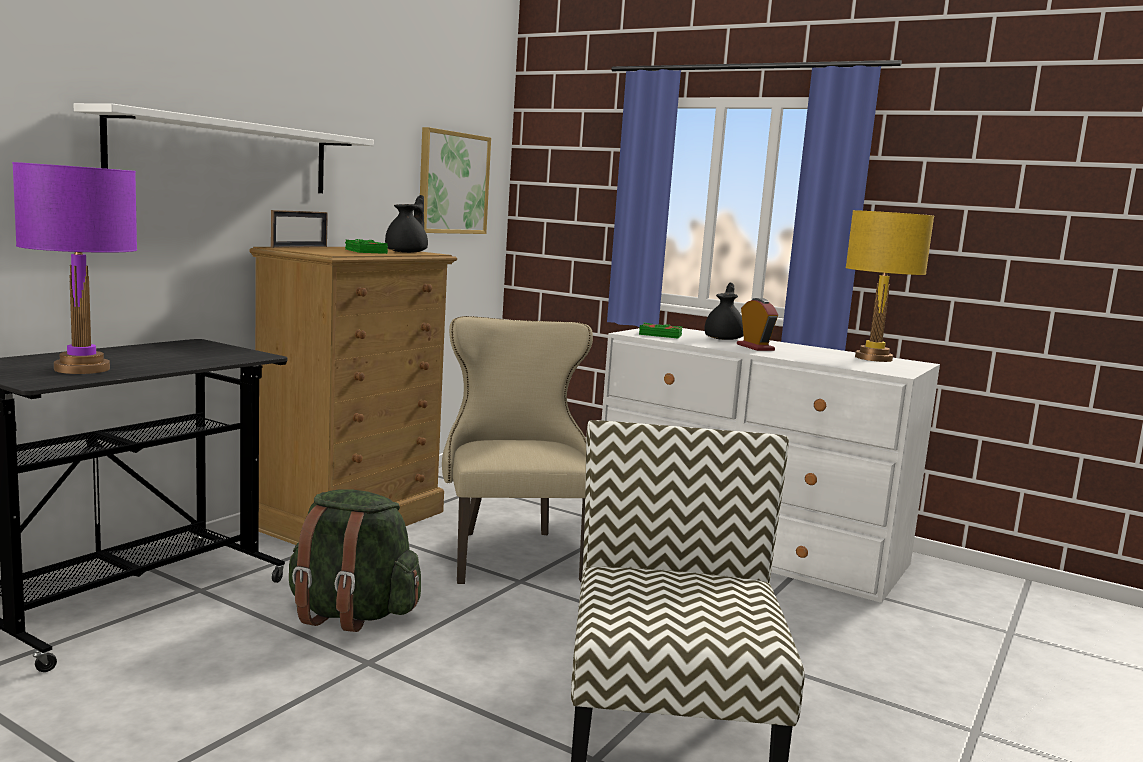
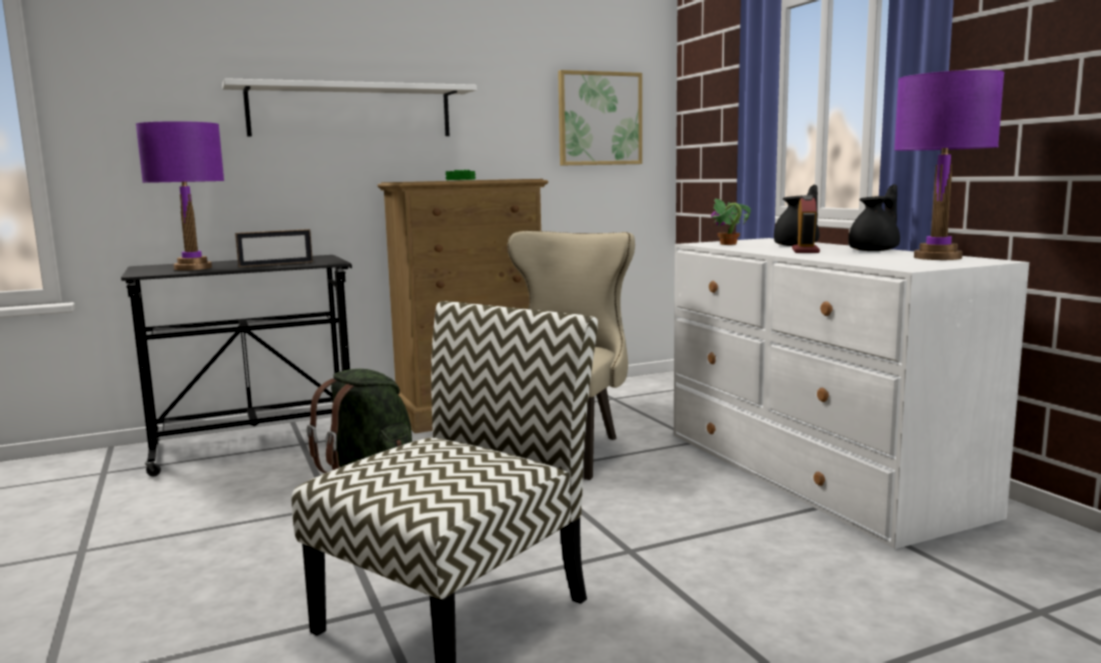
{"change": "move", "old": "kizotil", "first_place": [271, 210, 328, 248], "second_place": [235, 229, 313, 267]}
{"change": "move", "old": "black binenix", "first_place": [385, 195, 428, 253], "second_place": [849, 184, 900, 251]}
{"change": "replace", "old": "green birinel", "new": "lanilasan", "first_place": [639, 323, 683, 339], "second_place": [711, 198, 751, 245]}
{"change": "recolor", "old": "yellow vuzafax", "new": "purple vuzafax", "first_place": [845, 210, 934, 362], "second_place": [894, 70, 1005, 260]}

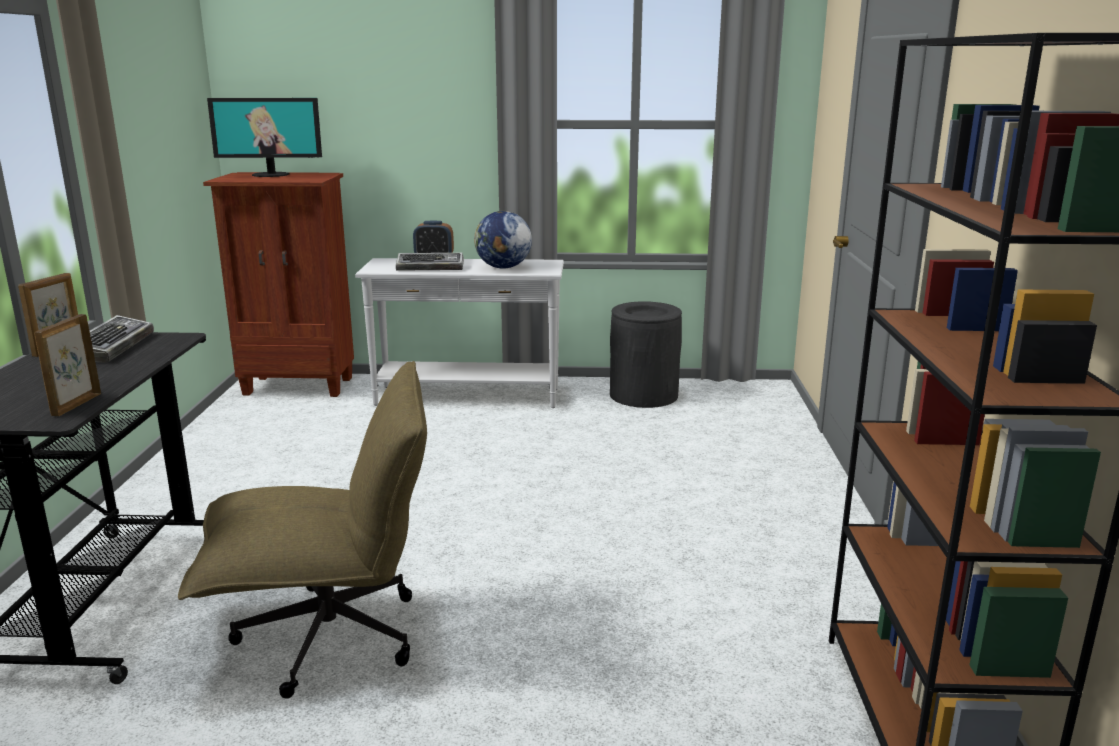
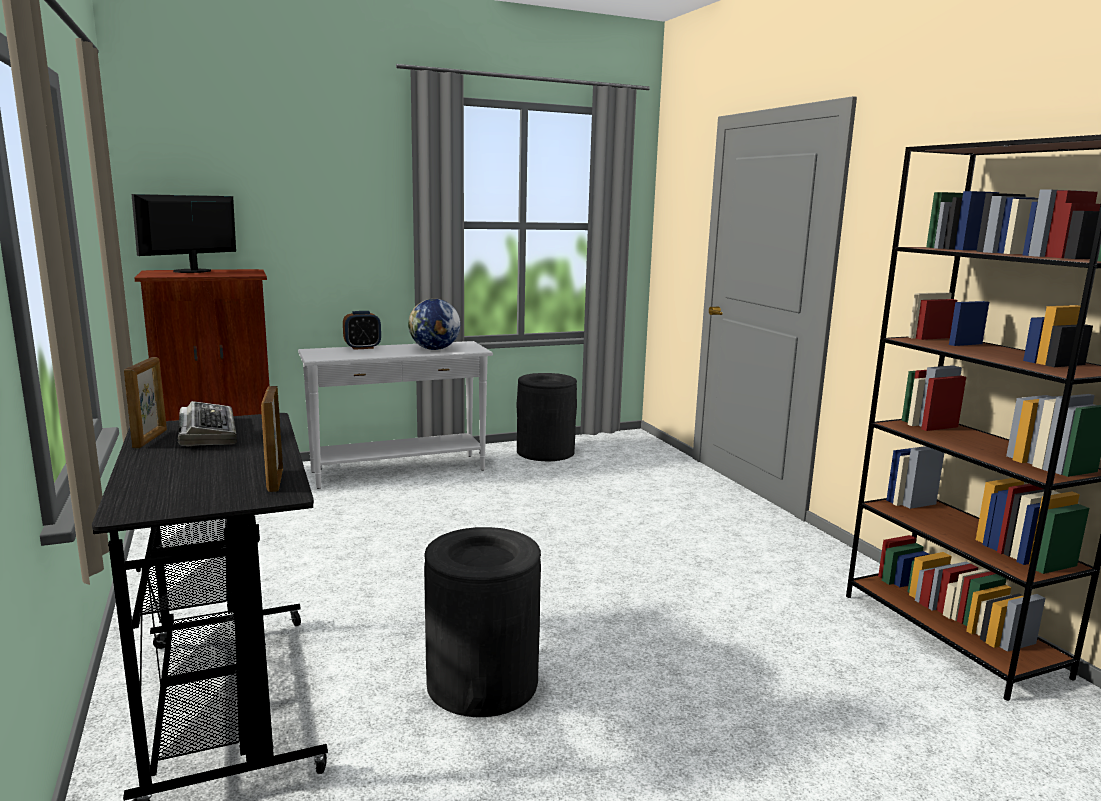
{"change": "replace", "old": "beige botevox", "new": "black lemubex", "first_place": [178, 361, 427, 699], "second_place": [424, 527, 541, 717]}
{"change": "rotate", "old": "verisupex", "first_place": [207, 98, 322, 177], "second_place": [132, 194, 236, 273], "degrees": 150}
{"change": "delete", "old": "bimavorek", "first_place": [396, 253, 464, 271]}

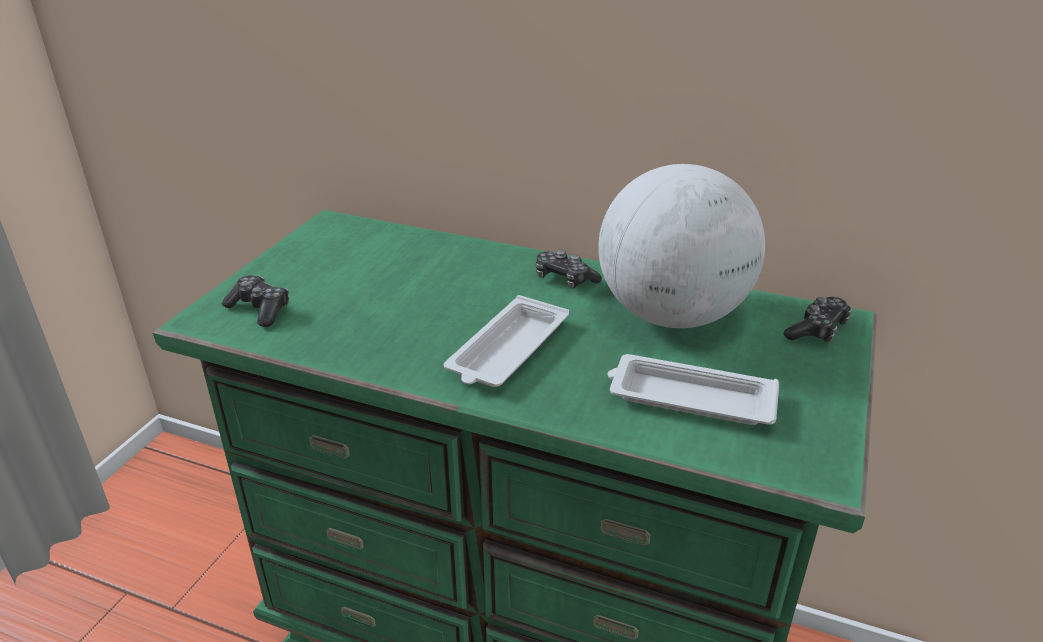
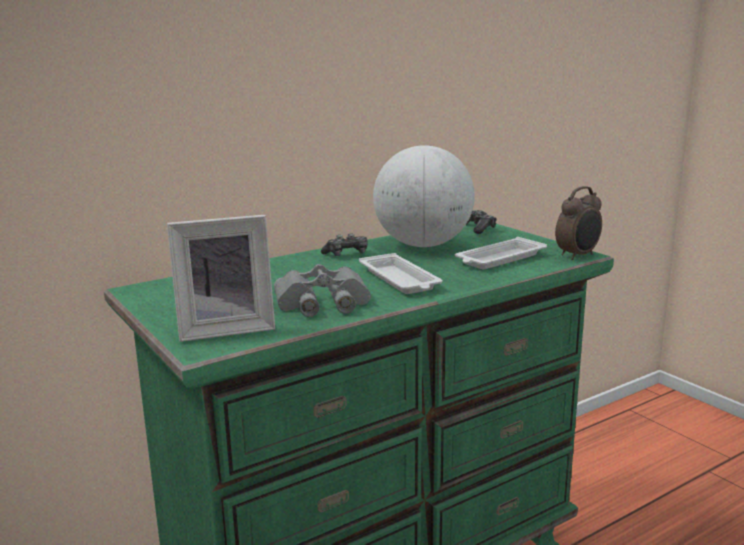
{"change": "replace", "old": "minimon", "new": "kizotil", "first_place": [222, 275, 289, 327], "second_place": [167, 215, 275, 342]}
{"change": "insert", "new": "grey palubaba", "second_place": [274, 264, 371, 317]}
{"change": "insert", "new": "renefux", "second_place": [555, 186, 602, 260]}

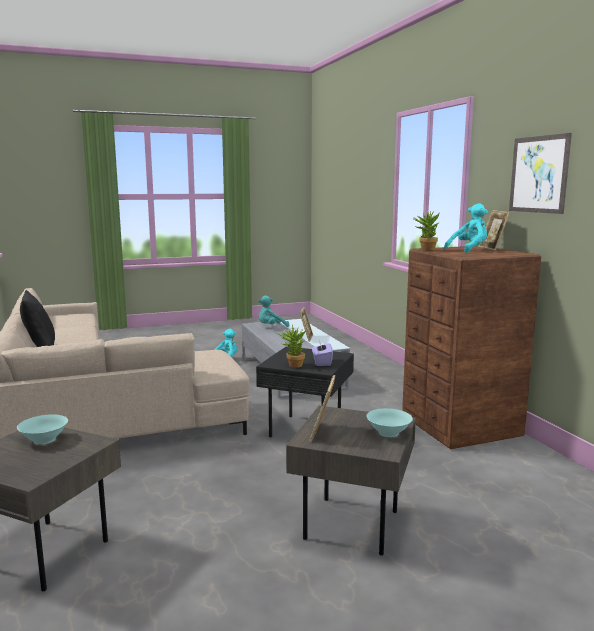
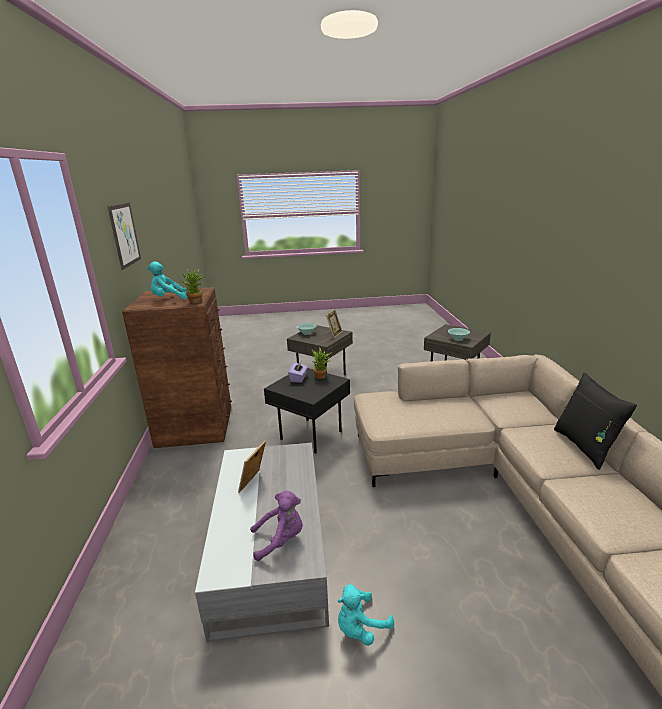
{"change": "recolor", "old": "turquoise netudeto", "new": "purple netudeto", "first_place": [258, 295, 289, 327], "second_place": [250, 491, 303, 561]}
{"change": "delete", "old": "kizotil", "first_place": [478, 210, 510, 251]}

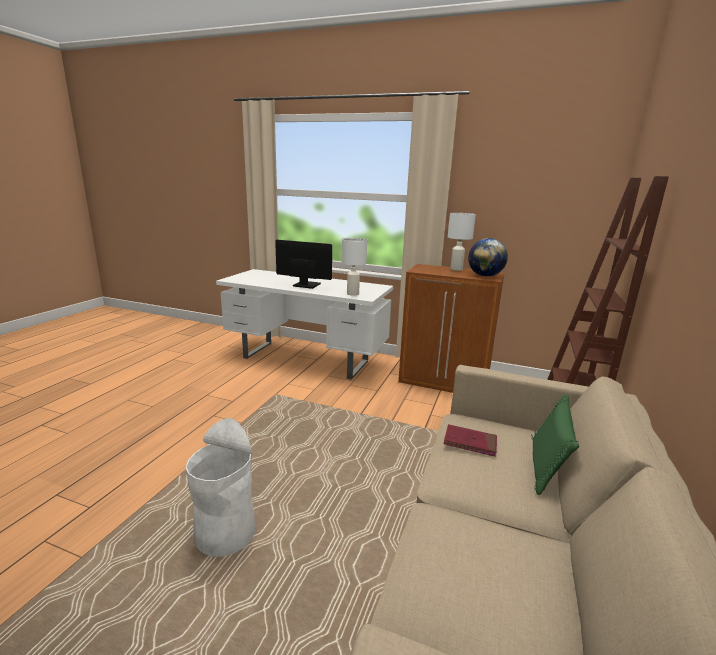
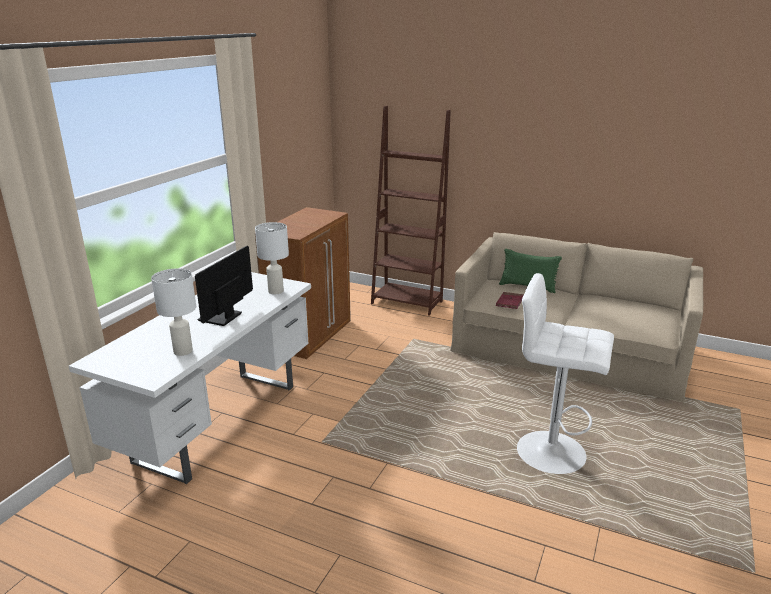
{"change": "replace", "old": "white lemubex", "new": "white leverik", "first_place": [186, 418, 255, 557], "second_place": [517, 273, 614, 474]}
{"change": "move", "old": "white vuzafax", "first_place": [448, 213, 476, 271], "second_place": [151, 268, 196, 356]}
{"change": "delete", "old": "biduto", "first_place": [468, 238, 508, 277]}

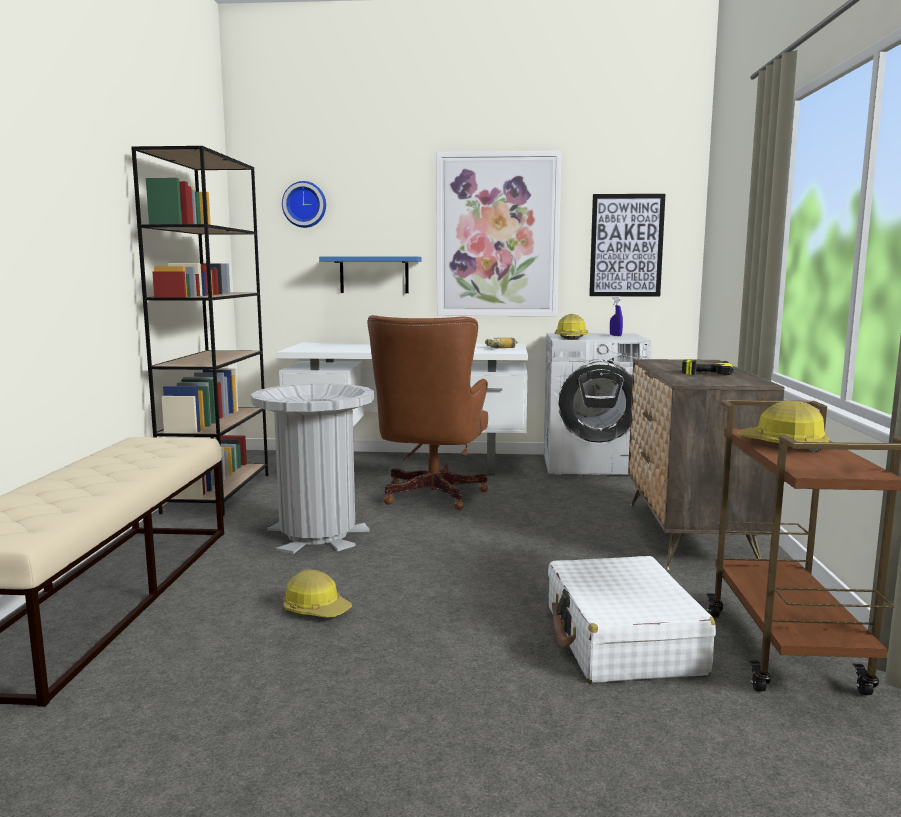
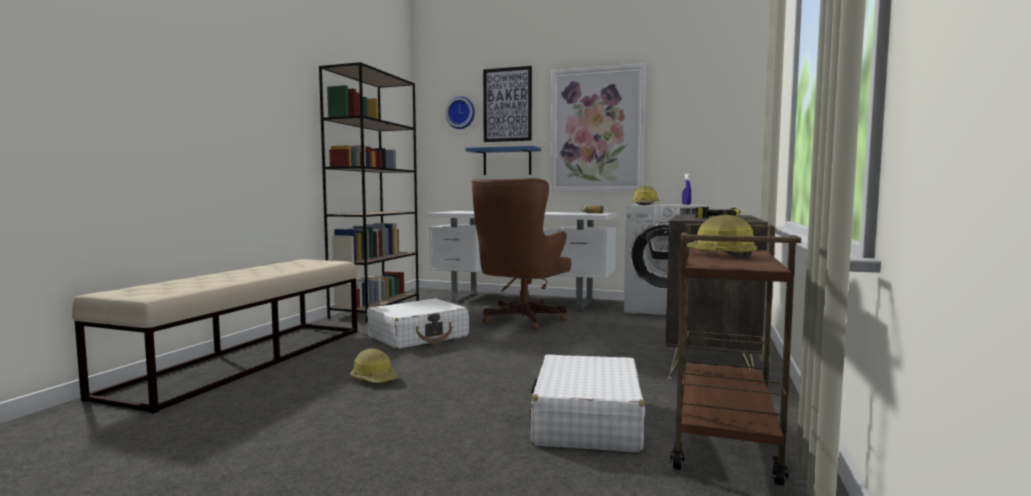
{"change": "replace", "old": "grey lemubex", "new": "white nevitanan", "first_place": [251, 384, 374, 554], "second_place": [367, 299, 469, 349]}
{"change": "move", "old": "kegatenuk", "first_place": [589, 194, 665, 296], "second_place": [483, 66, 532, 142]}

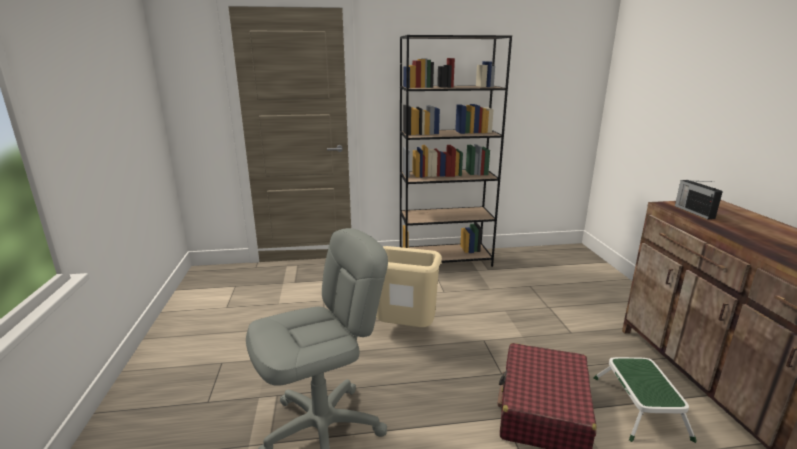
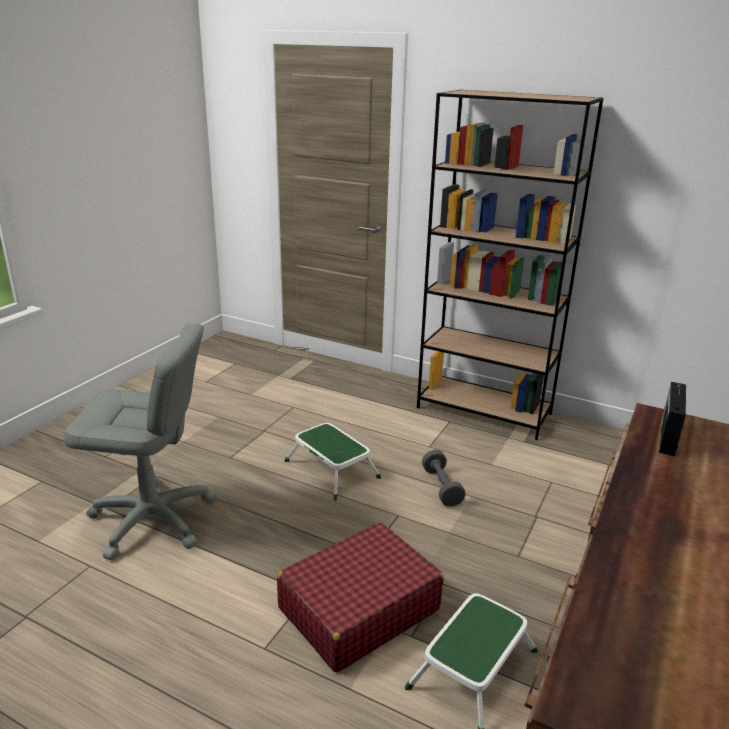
{"change": "replace", "old": "beige lemubex", "new": "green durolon", "first_place": [376, 246, 442, 327], "second_place": [284, 423, 381, 500]}
{"change": "insert", "new": "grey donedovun", "second_place": [422, 450, 466, 507]}

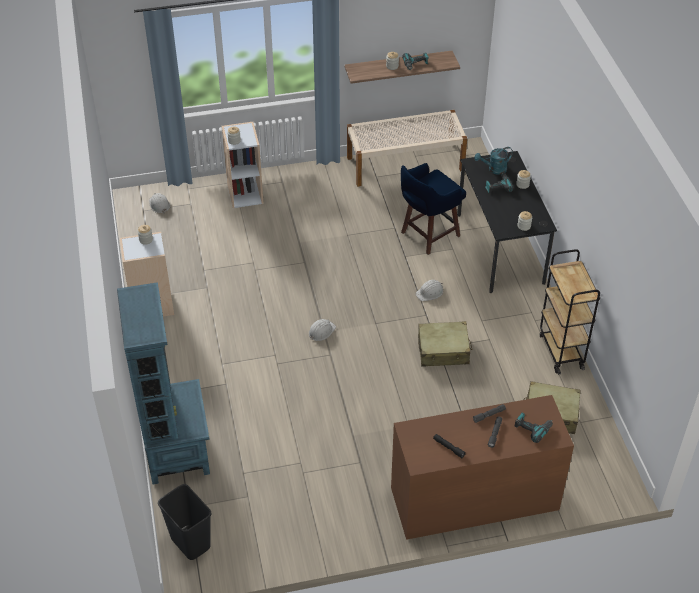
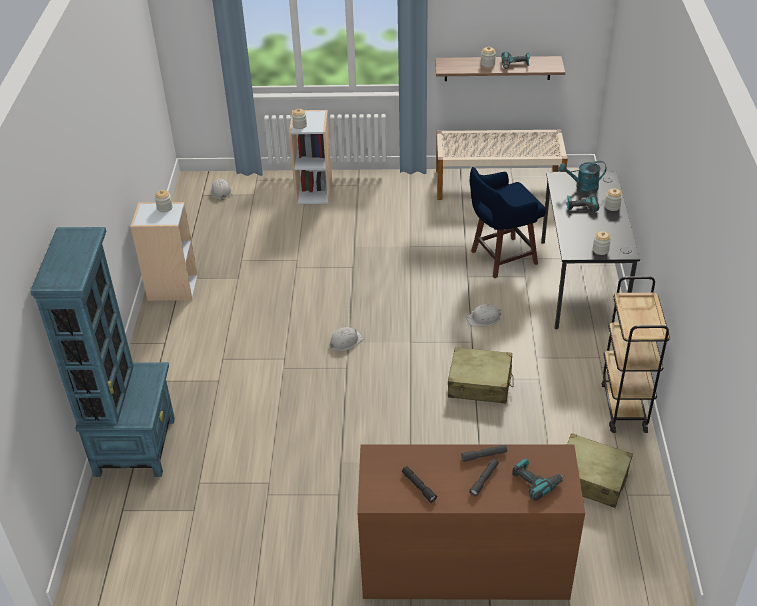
{"change": "delete", "old": "black lemubex", "first_place": [158, 484, 212, 560]}

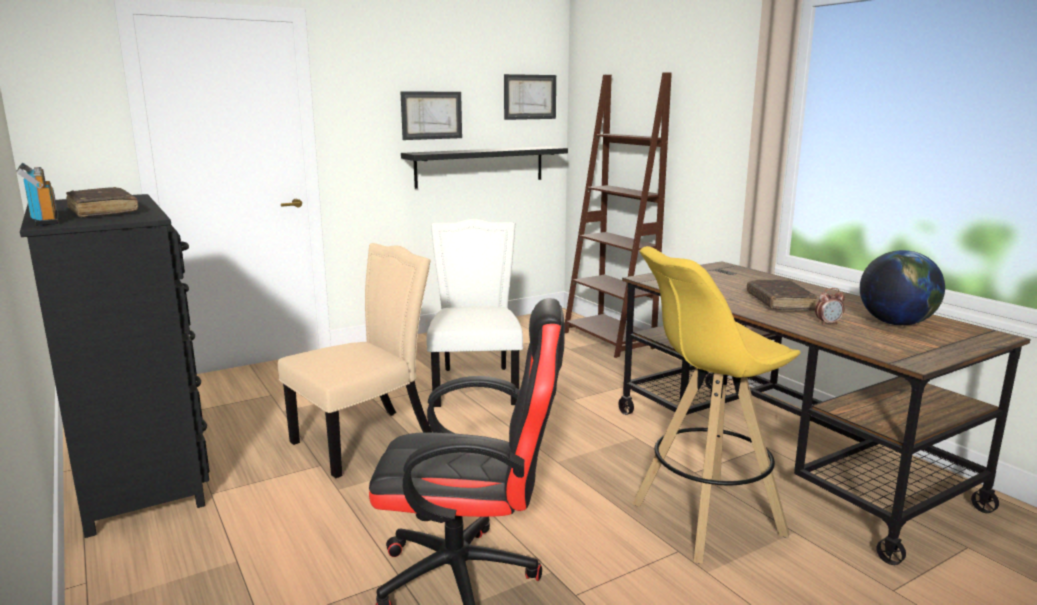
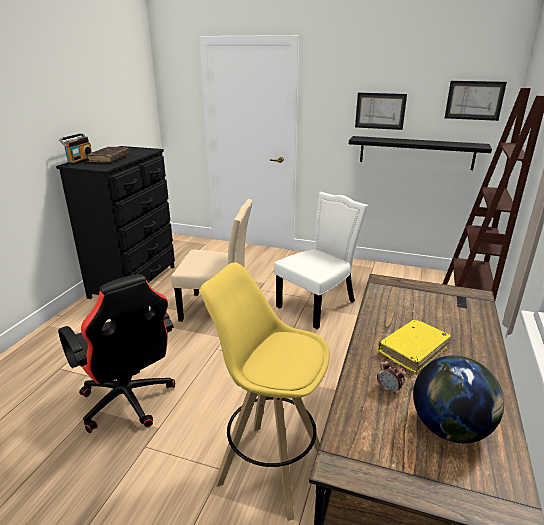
{"change": "recolor", "old": "brown birinel", "new": "yellow birinel", "first_place": [747, 279, 817, 310], "second_place": [378, 320, 451, 373]}

